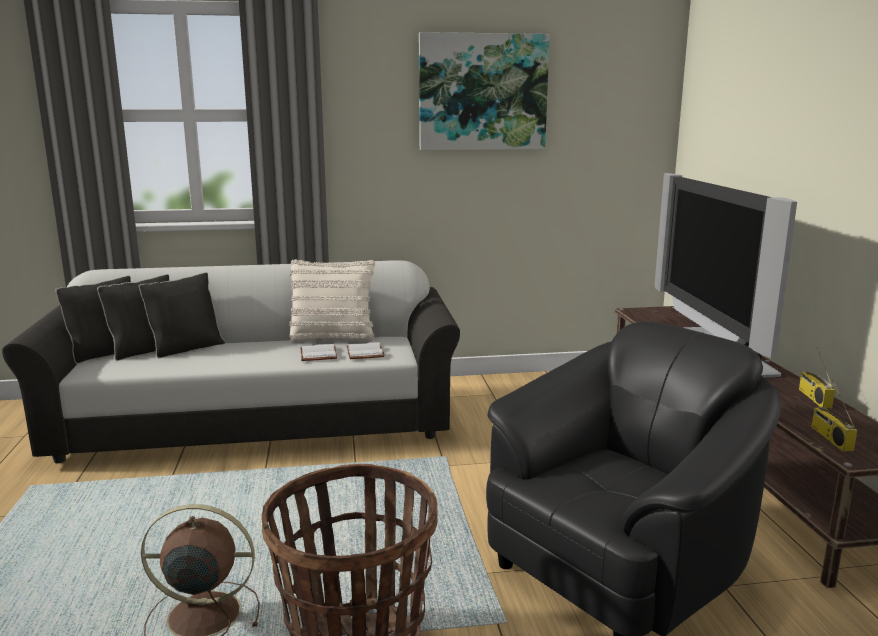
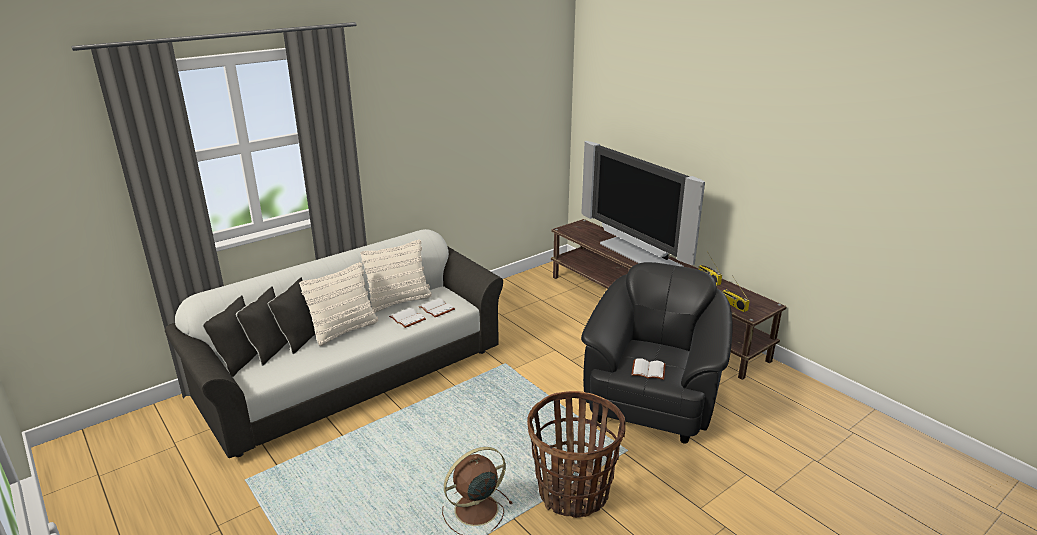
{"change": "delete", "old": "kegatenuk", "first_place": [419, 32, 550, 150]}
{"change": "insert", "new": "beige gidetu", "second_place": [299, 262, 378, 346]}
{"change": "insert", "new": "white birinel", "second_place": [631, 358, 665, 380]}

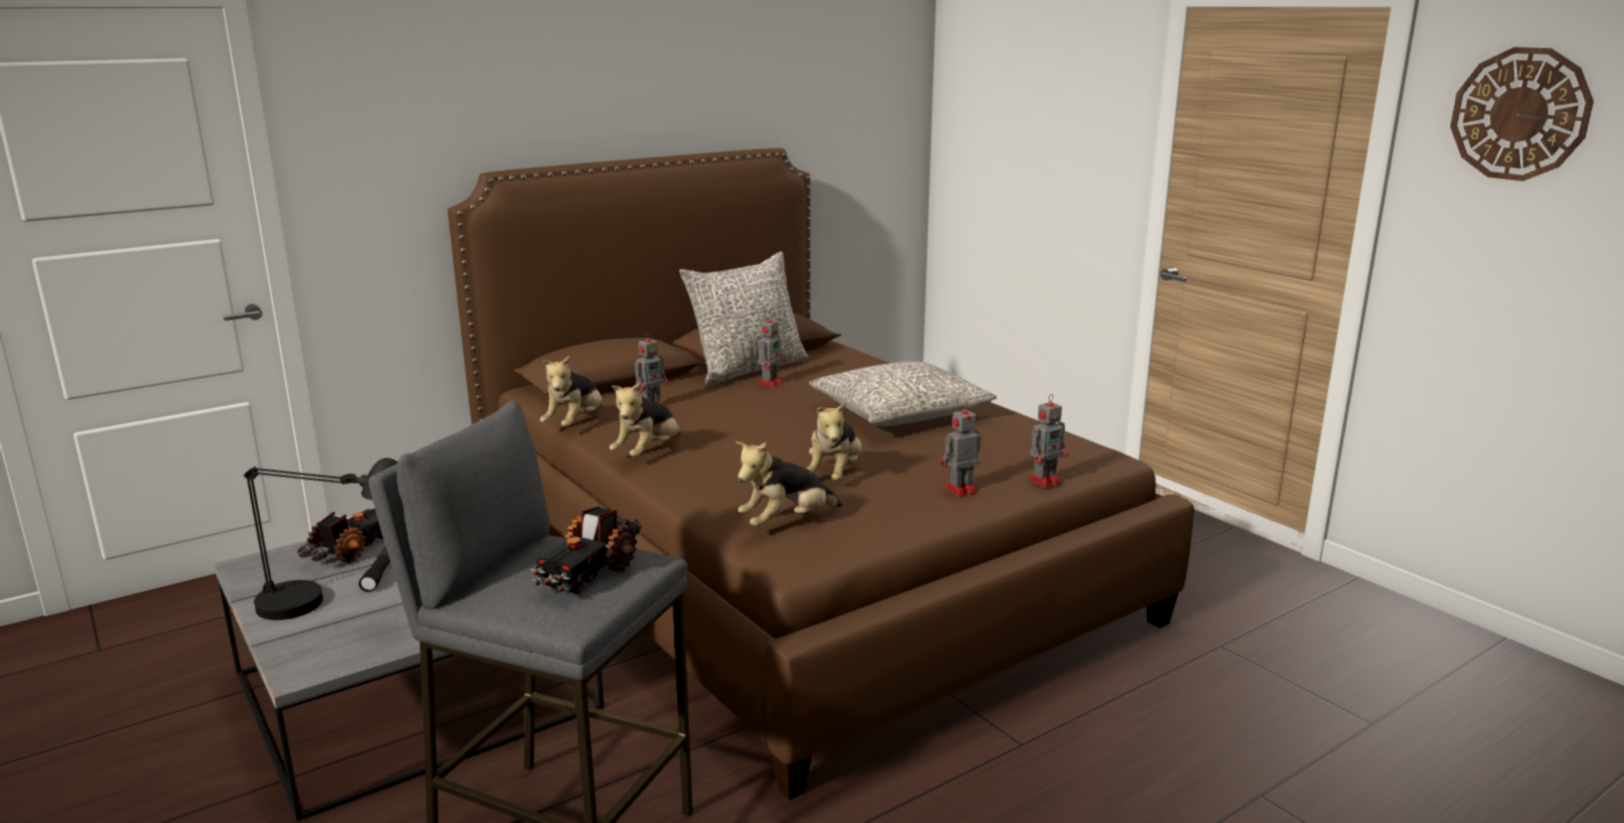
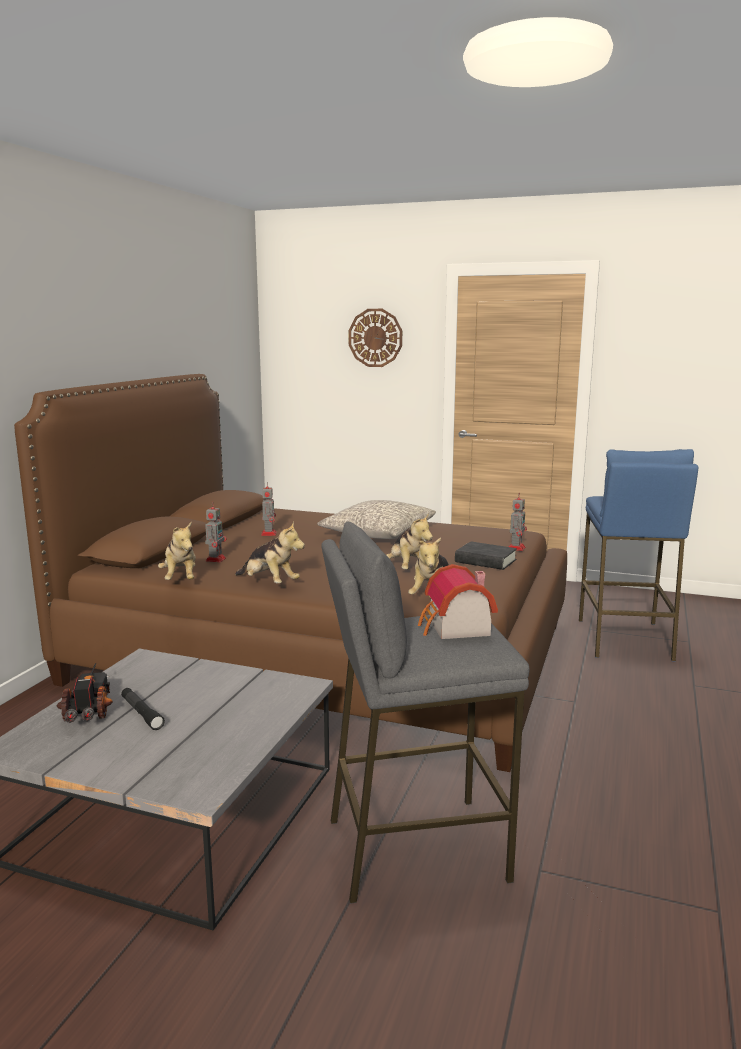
{"change": "delete", "old": "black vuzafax", "first_place": [243, 458, 398, 620]}
{"change": "replace", "old": "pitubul", "new": "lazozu", "first_place": [530, 506, 642, 594], "second_place": [418, 564, 498, 639]}
{"change": "rotate", "old": "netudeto", "first_place": [609, 382, 681, 457], "second_place": [235, 521, 305, 583], "degrees": -45}
{"change": "delete", "old": "grey gidetu", "first_place": [679, 252, 809, 385]}
{"change": "replace", "old": "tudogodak", "new": "black birinel", "first_place": [941, 402, 981, 497], "second_place": [455, 541, 517, 570]}
{"change": "move", "old": "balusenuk", "first_place": [1450, 47, 1594, 181], "second_place": [349, 309, 402, 367]}
{"change": "insert", "new": "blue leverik", "second_place": [579, 449, 698, 662]}

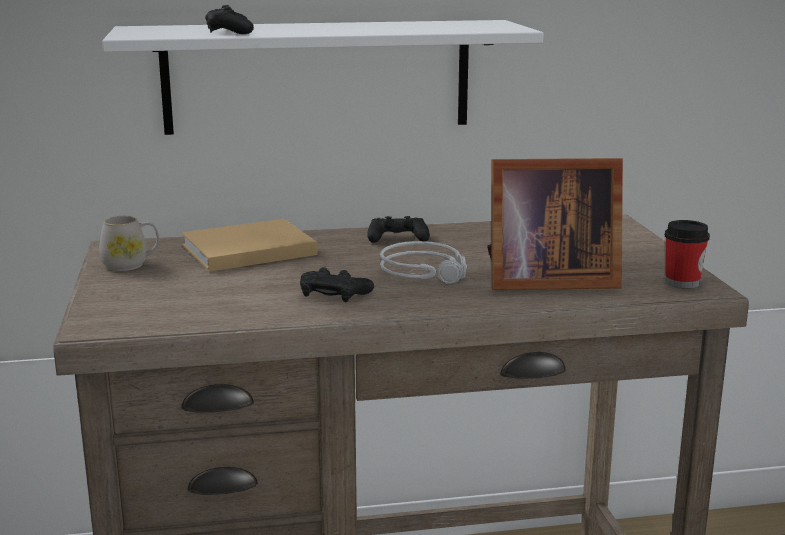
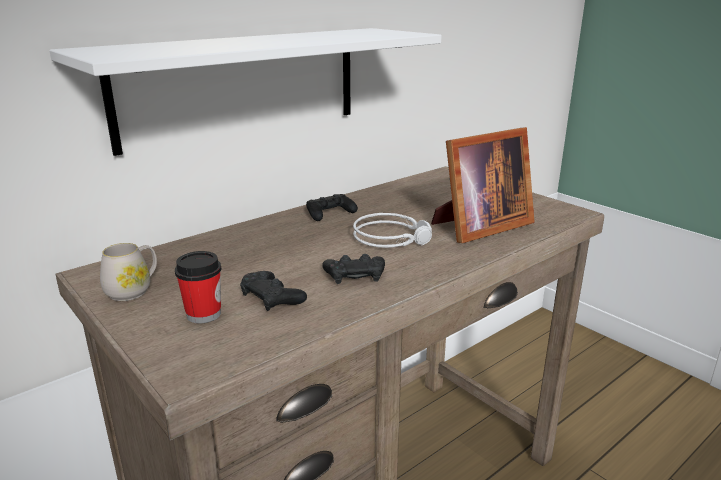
{"change": "delete", "old": "beige birinel", "first_place": [181, 219, 317, 272]}
{"change": "move", "old": "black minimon", "first_place": [205, 5, 254, 34], "second_place": [240, 271, 307, 311]}
{"change": "move", "old": "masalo", "first_place": [665, 220, 710, 288], "second_place": [175, 251, 221, 323]}

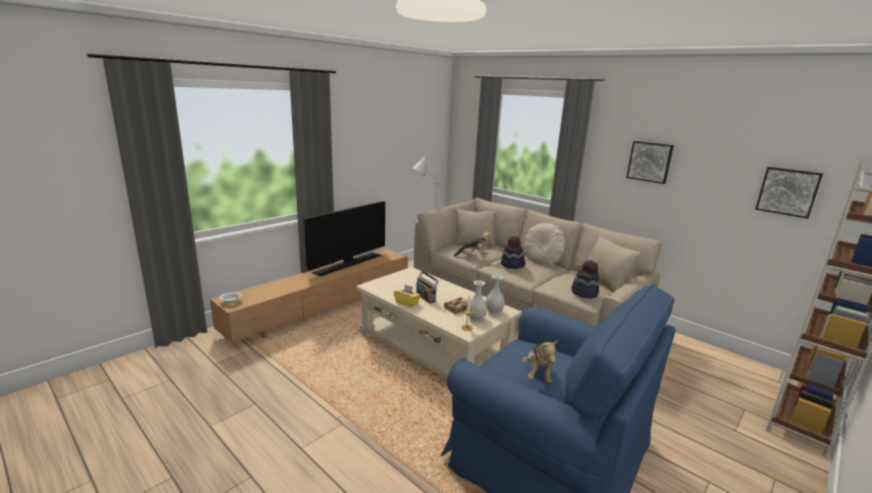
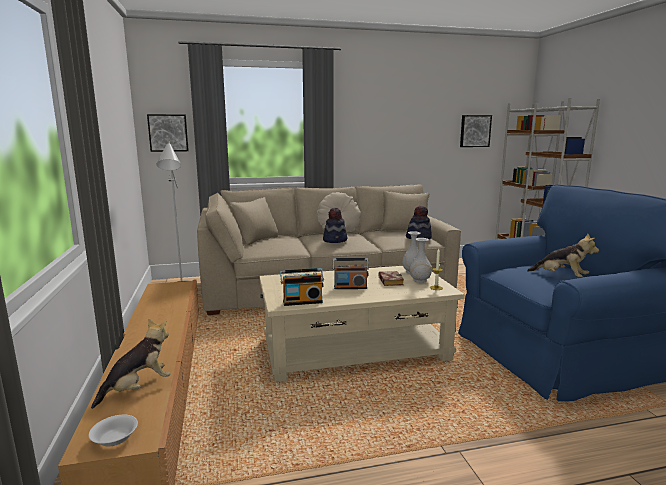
{"change": "delete", "old": "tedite", "first_place": [304, 202, 385, 276]}
{"change": "delete", "old": "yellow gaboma", "first_place": [394, 285, 421, 307]}
{"change": "move", "old": "netudeto", "first_place": [453, 229, 493, 257], "second_place": [91, 319, 171, 409]}
{"change": "move", "old": "kegatenuk", "first_place": [626, 141, 674, 184], "second_place": [147, 114, 189, 152]}
{"change": "insert", "new": "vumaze", "second_place": [280, 268, 324, 306]}

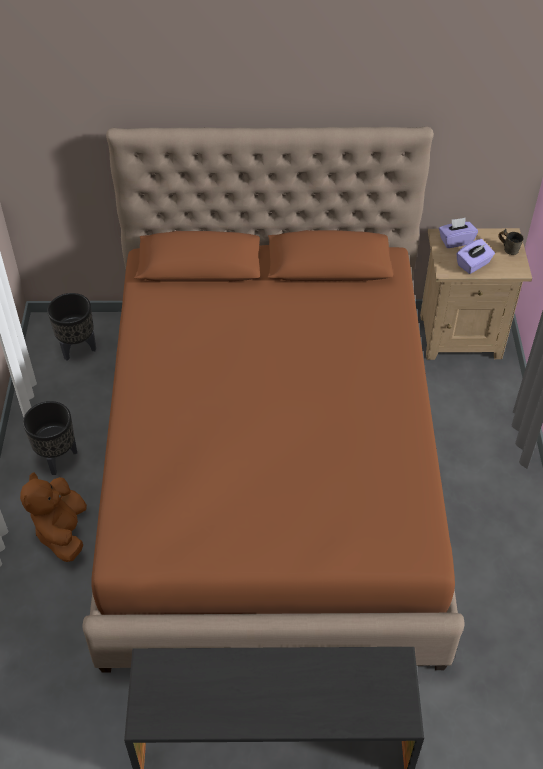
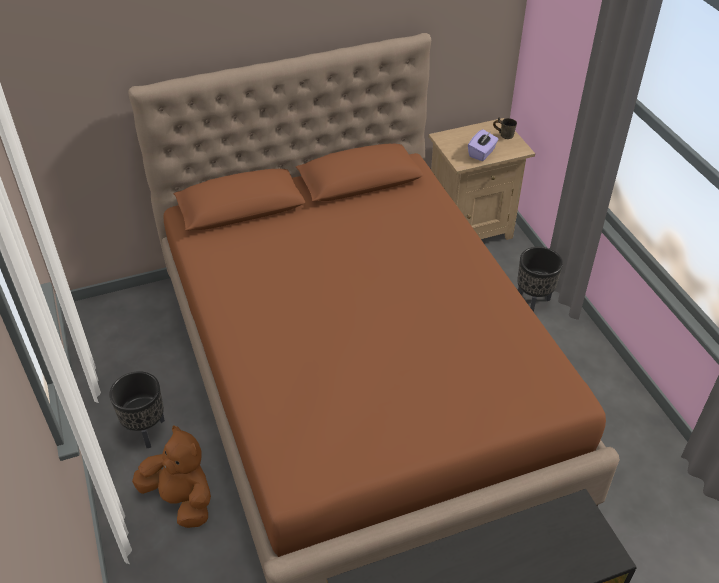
{"change": "rotate", "old": "brown netudeto", "first_place": [20, 472, 87, 562], "second_place": [132, 425, 211, 528], "degrees": 150}
{"change": "move", "old": "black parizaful", "first_place": [47, 293, 96, 361], "second_place": [517, 247, 563, 312]}
{"change": "delete", "old": "purple gaboma", "first_place": [439, 218, 478, 248]}

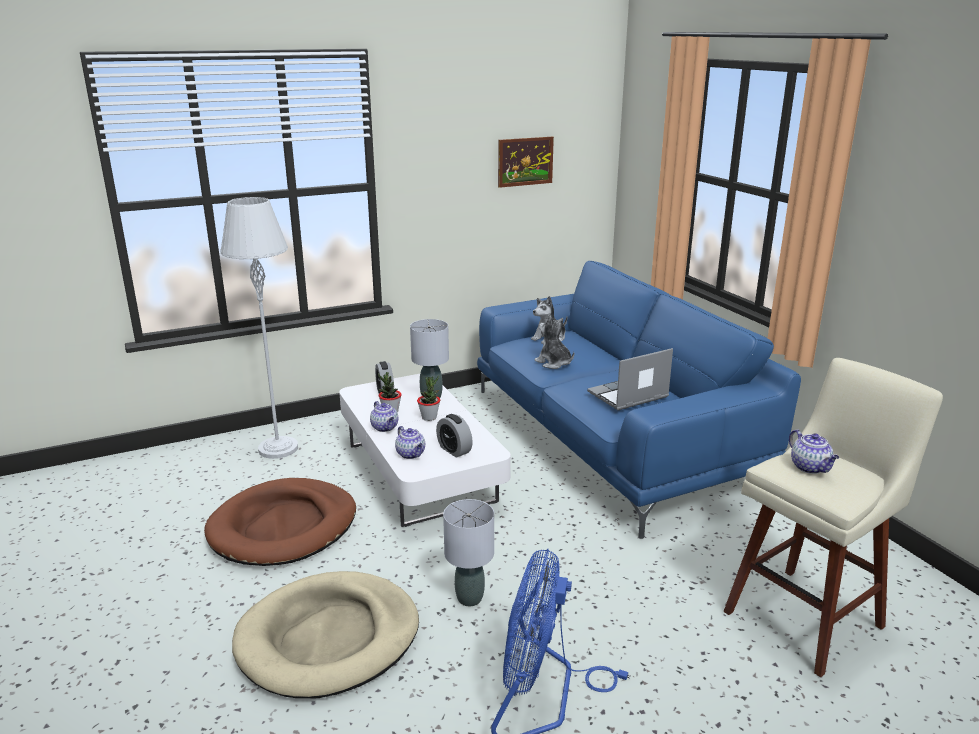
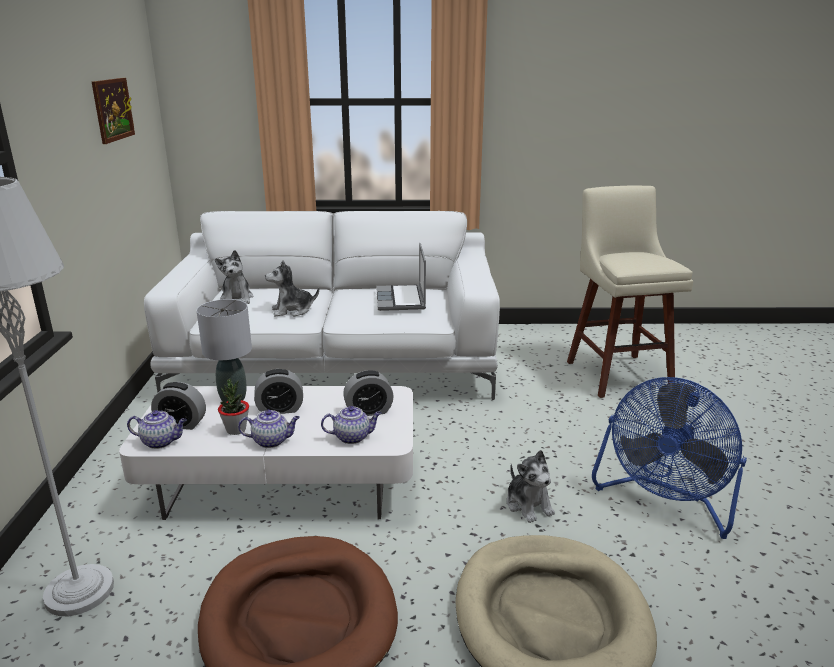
{"change": "replace", "old": "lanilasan", "new": "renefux", "first_place": [417, 376, 440, 421], "second_place": [254, 369, 303, 414]}
{"change": "replace", "old": "grey vuzafax", "new": "netudeto", "first_place": [443, 499, 494, 606], "second_place": [507, 450, 555, 523]}
{"change": "recolor", "old": "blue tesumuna", "new": "white tesumuna", "first_place": [477, 261, 801, 539], "second_place": [144, 211, 500, 400]}
{"change": "move", "old": "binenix", "first_place": [789, 429, 839, 474], "second_place": [127, 410, 187, 449]}

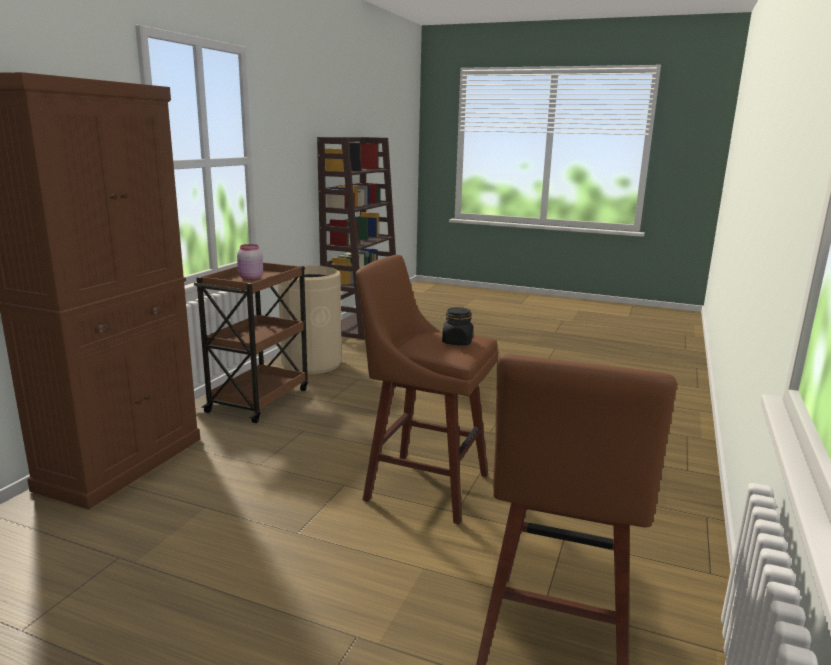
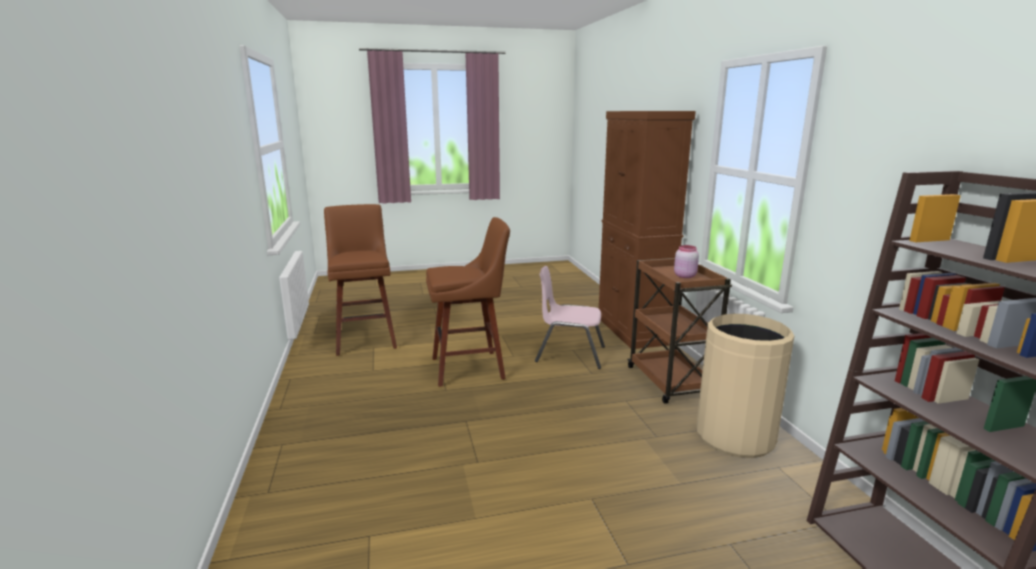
{"change": "delete", "old": "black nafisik", "first_place": [442, 307, 473, 345]}
{"change": "insert", "new": "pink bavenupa", "second_place": [535, 266, 605, 369]}

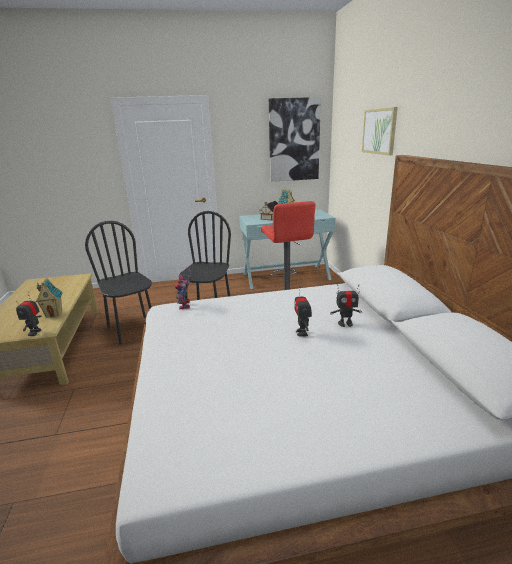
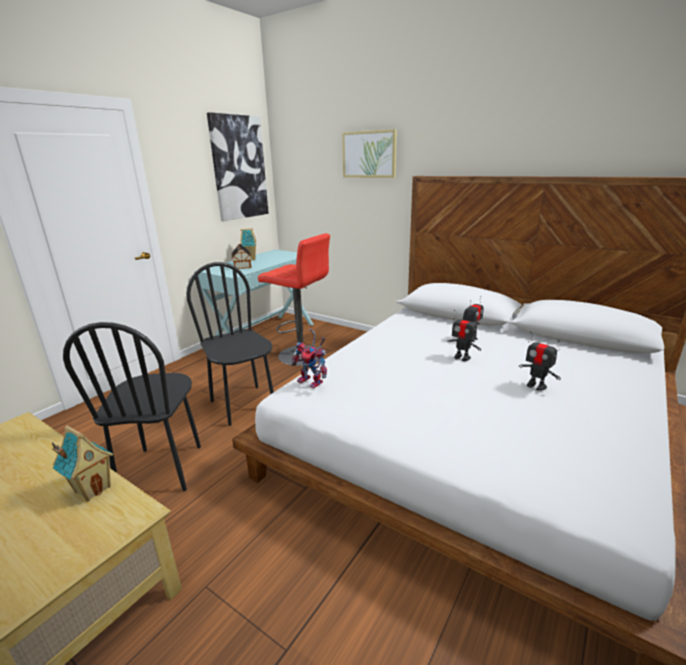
{"change": "move", "old": "tudogodak", "first_place": [16, 293, 42, 336], "second_place": [519, 331, 561, 391]}
{"change": "rotate", "old": "black bavenupa", "first_place": [85, 221, 152, 344], "second_place": [63, 322, 201, 491], "degrees": -105}

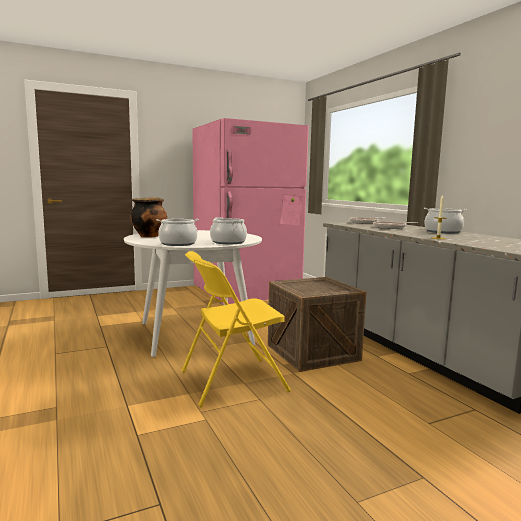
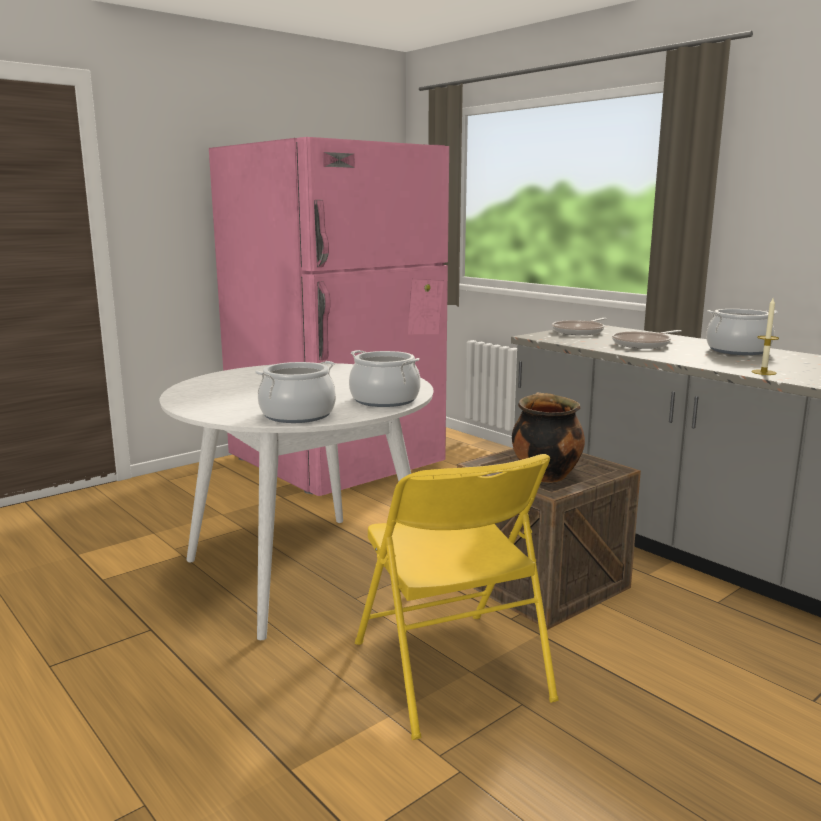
{"change": "move", "old": "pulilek", "first_place": [130, 197, 167, 238], "second_place": [512, 392, 585, 483]}
{"change": "rotate", "old": "yellow bavenupa", "first_place": [182, 251, 291, 407], "second_place": [355, 454, 559, 740], "degrees": -75}

